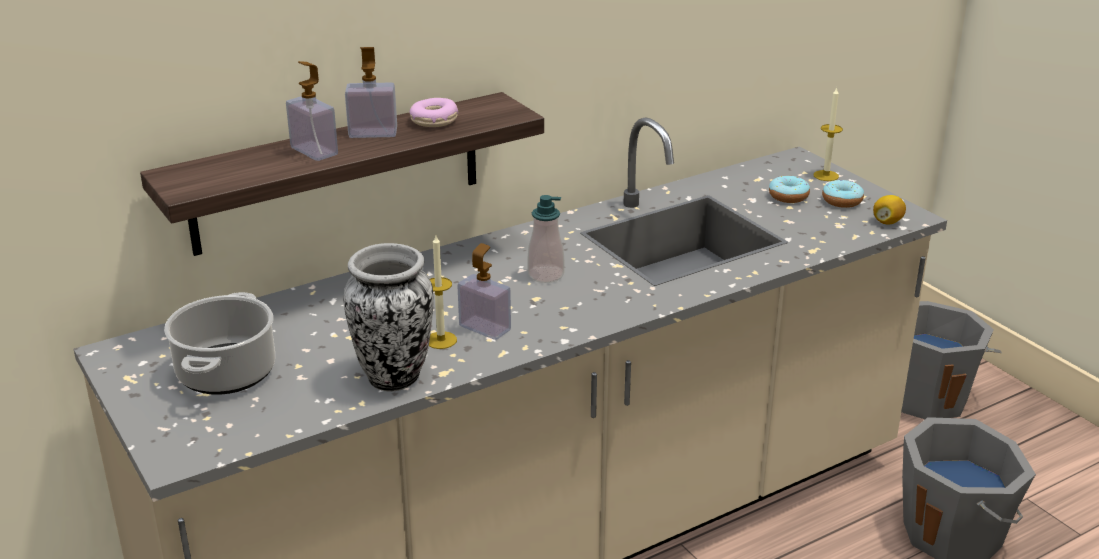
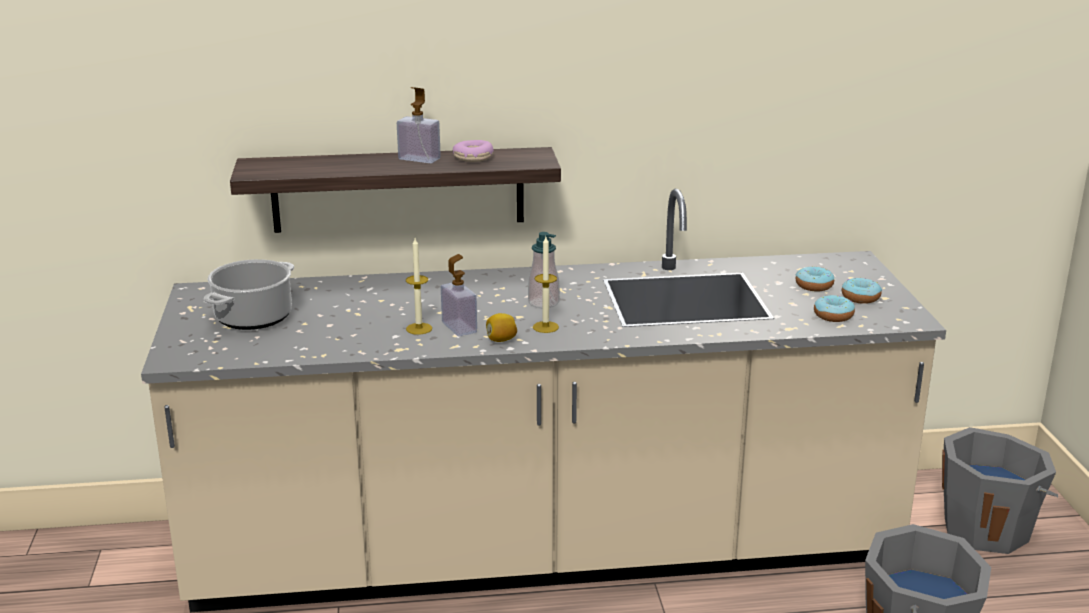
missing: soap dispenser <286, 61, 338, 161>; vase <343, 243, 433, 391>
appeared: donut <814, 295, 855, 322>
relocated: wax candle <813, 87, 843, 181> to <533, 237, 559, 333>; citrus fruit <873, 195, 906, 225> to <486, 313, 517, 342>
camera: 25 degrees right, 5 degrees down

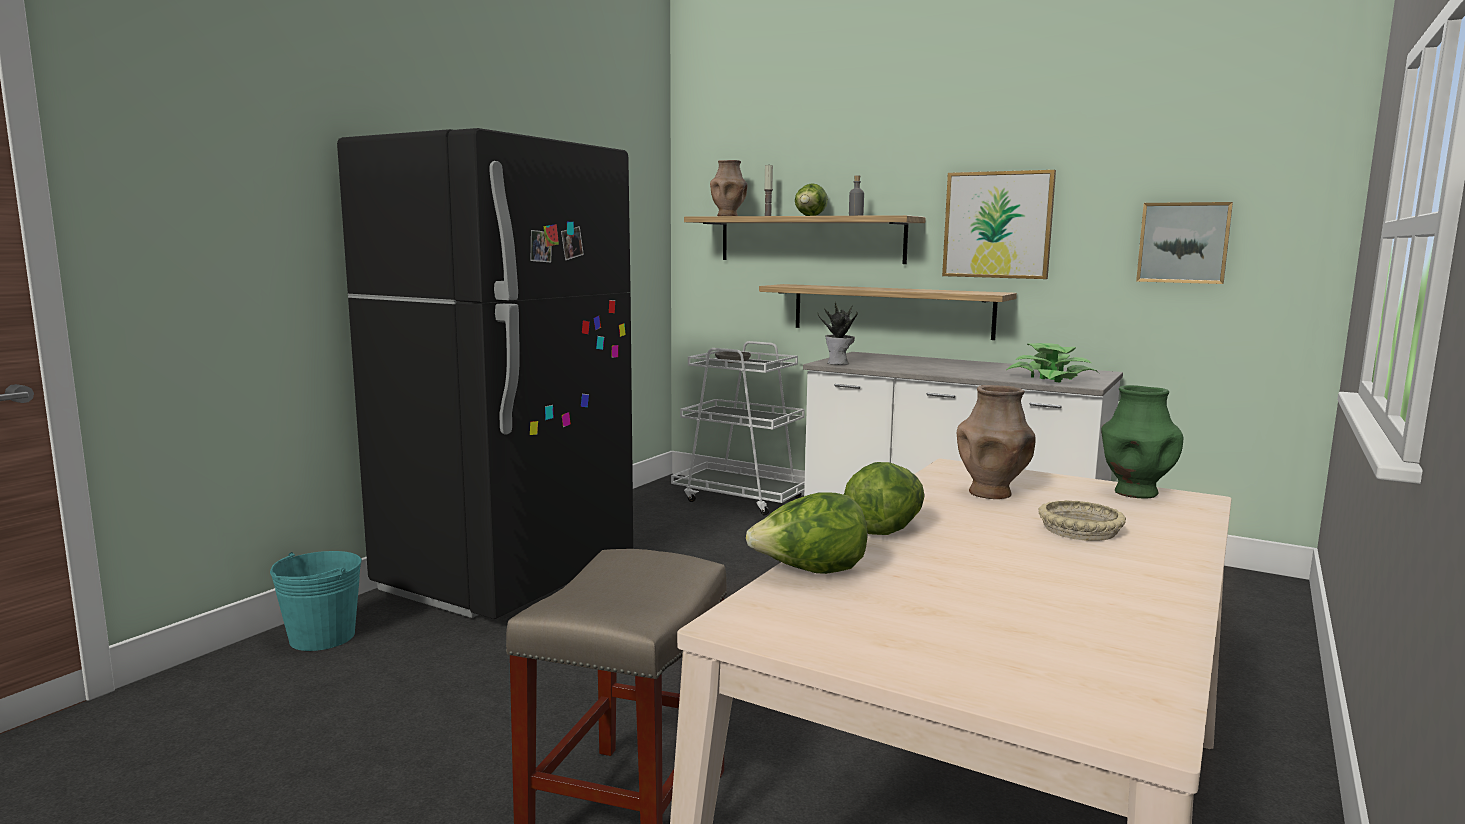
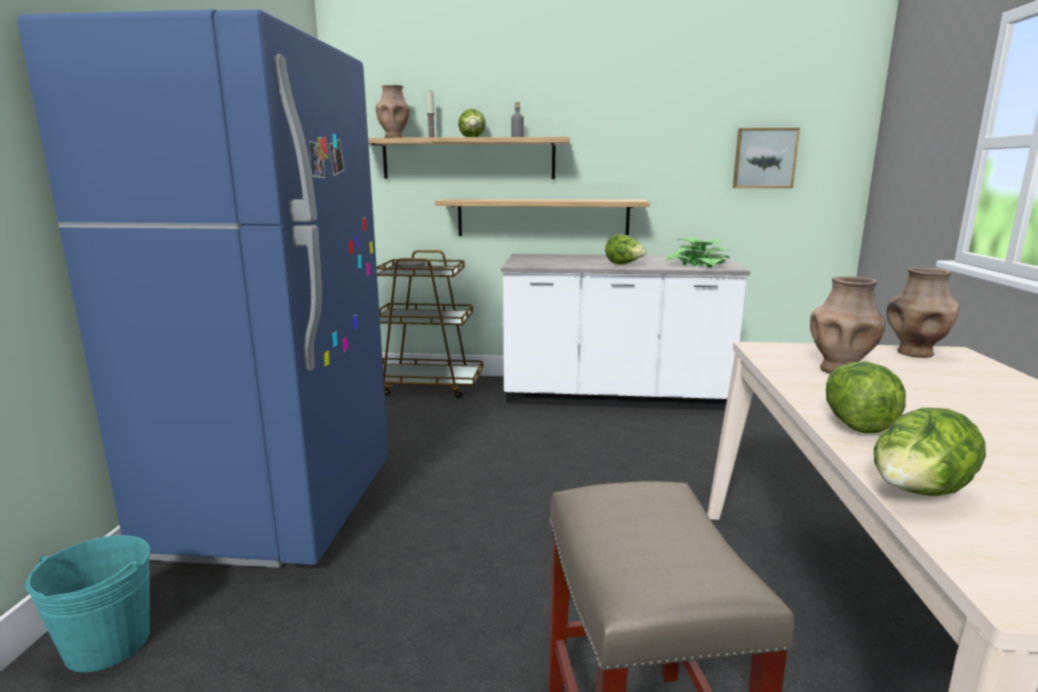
missing: houseplant <818, 302, 858, 365>; picture <942, 170, 1056, 279>; sand-coloured bowl <1038, 500, 1126, 541>
appeared: lettuce head <605, 234, 646, 264>
colour: blackish kitchen fridge <337, 128, 633, 619> to blue-coloured kitchen fridge <17, 9, 388, 568>; whitish wheeled cart <671, 341, 805, 516> to brown-coloured wheeled cart <377, 250, 483, 398>; green vase <1101, 385, 1183, 499> to brown-coloured vase <886, 268, 960, 358>
camera: 25 degrees left, 5 degrees up

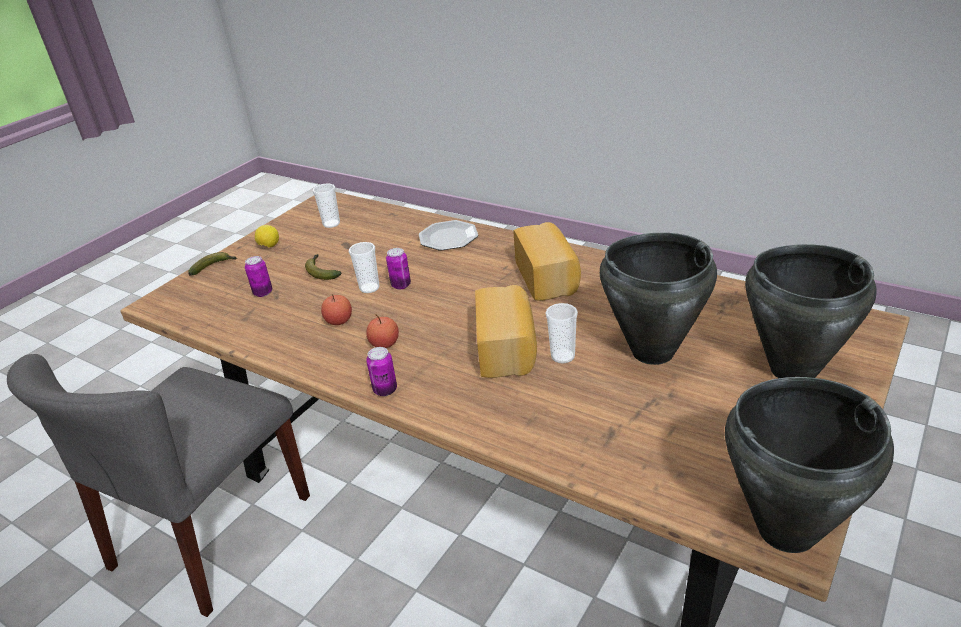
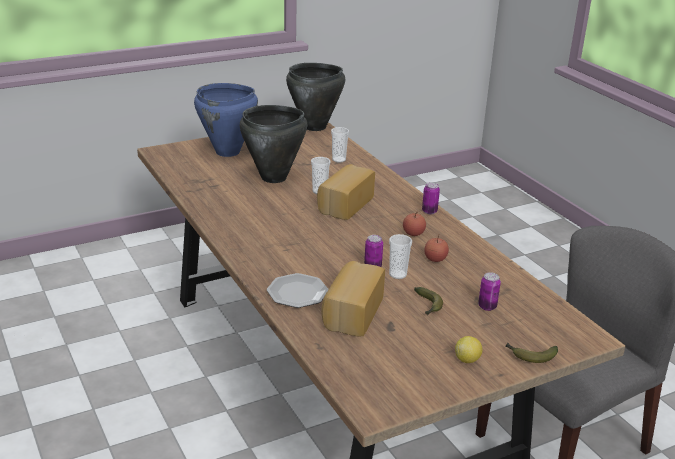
relocated: drinking cup <313, 184, 340, 228> to <331, 127, 349, 162>; bakery bread <513, 222, 581, 301> to <321, 261, 385, 336>
colour: blackish cooking pot <745, 244, 877, 378> to blue-coloured cooking pot <194, 83, 258, 157>
camera: 155 degrees left, 5 degrees down

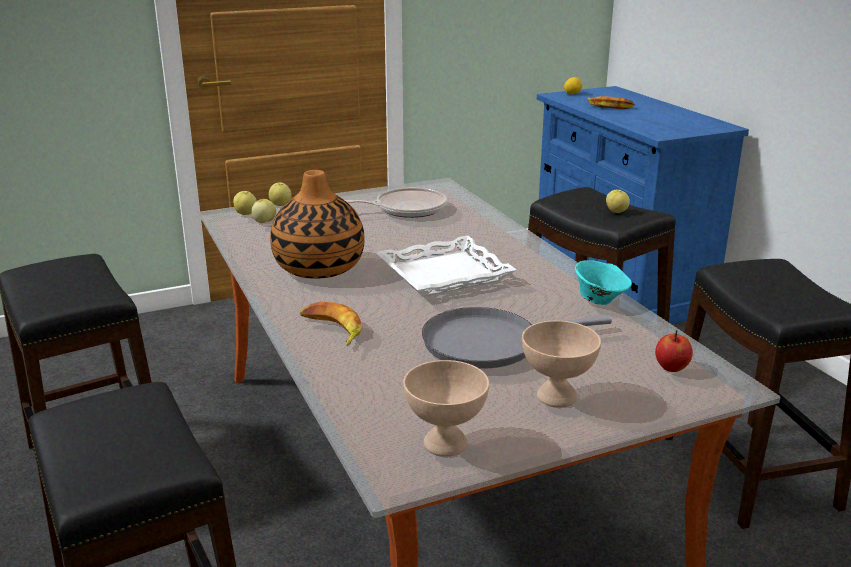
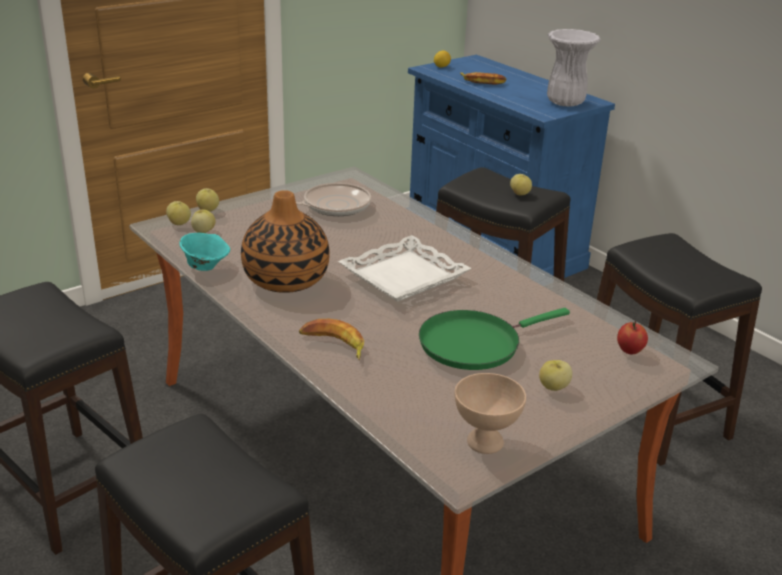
appeared: whitish vase <547, 29, 601, 107>
relocated: blue-green bowl <575, 260, 632, 305> to <179, 233, 230, 271>
exchanged: sand-coloured bowl <522, 320, 601, 407> to whole apple <539, 360, 572, 391>
colour: greyish skillet <422, 307, 612, 369> to green skillet <419, 308, 570, 370>
camera: 15 degrees left, 5 degrees up

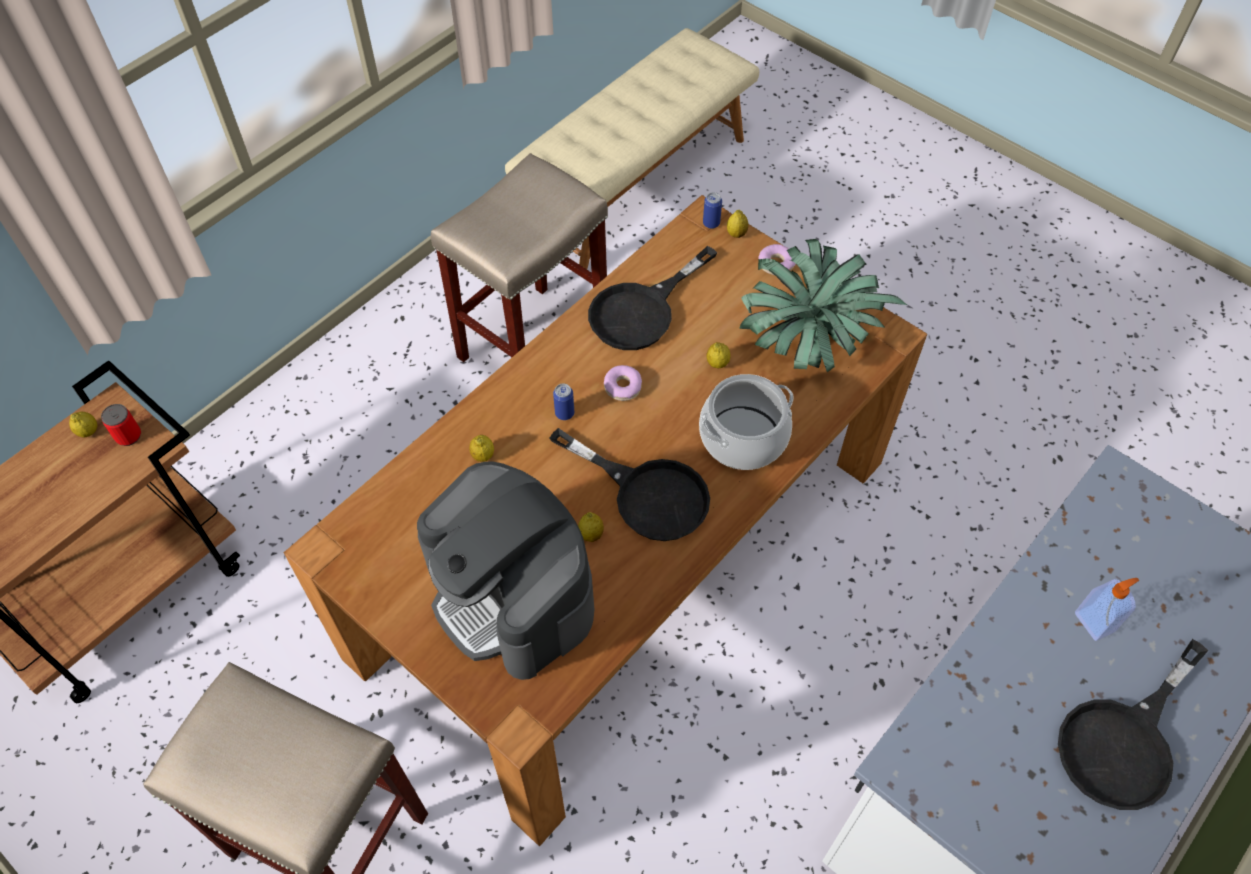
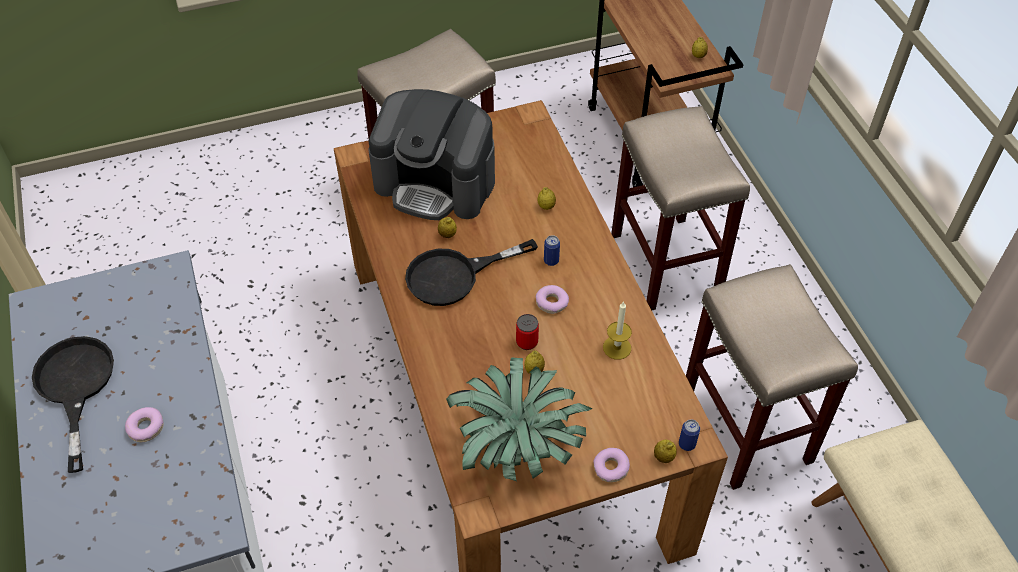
missing: cooking pot <699, 374, 794, 470>
appeared: sand-coloured stool <611, 106, 750, 310>
relocated: sealed can <101, 404, 141, 446> to <516, 314, 539, 350>
exchanged: blackish skillet <588, 246, 717, 350> to wax candle <603, 301, 632, 360>; soap dispenser <1075, 578, 1139, 641> to donut <125, 407, 164, 442>
spun: coffee maker <417, 461, 594, 680> = <368, 89, 495, 220> 150 degrees counterclockwise
camera: 120 degrees right, 5 degrees down

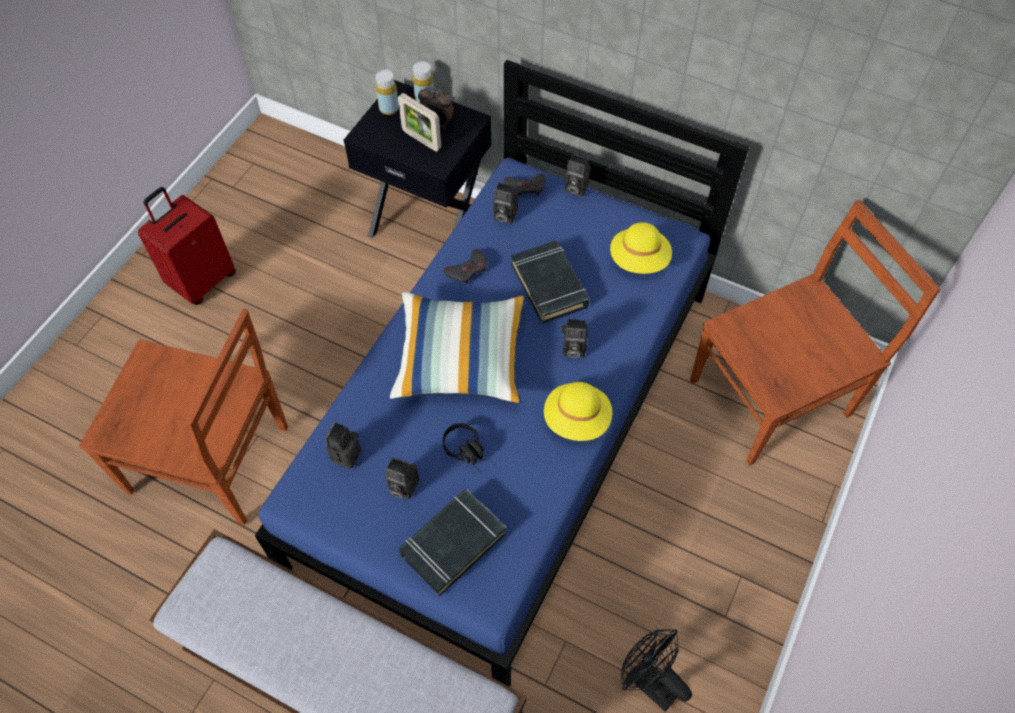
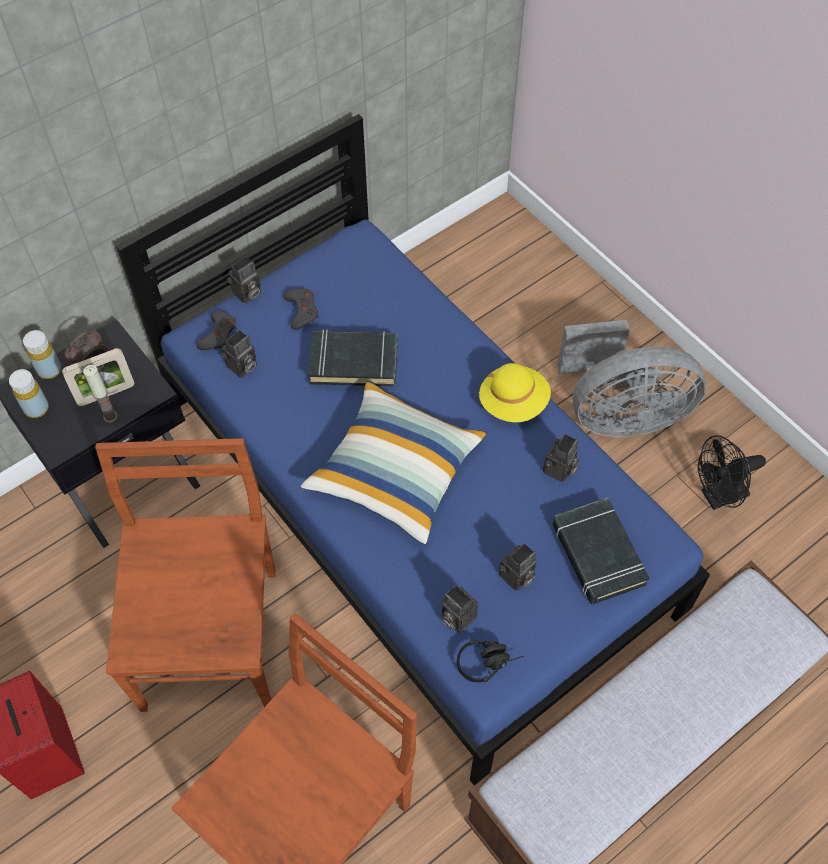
missing: yellow-coloured wearable hat <610, 222, 672, 274>
appeared: wax candle <83, 365, 118, 423>; greyish cooling fan <557, 320, 706, 437>
relocated: blackish headphones <443, 423, 484, 473> to <457, 640, 524, 682>; greyish game controller <444, 249, 487, 284> to <283, 289, 318, 330>; photo camera <561, 319, 588, 358> to <543, 434, 579, 482>; brown-coloured upright chair <690, 200, 940, 466> to <95, 438, 275, 712>
camera: 65 degrees left, 0 degrees up

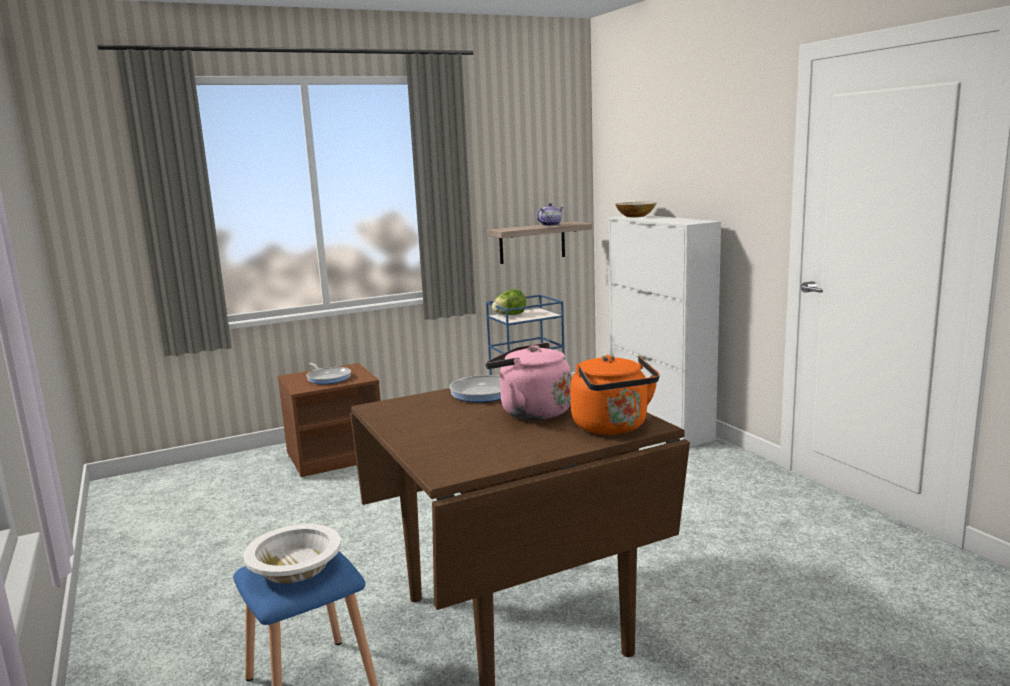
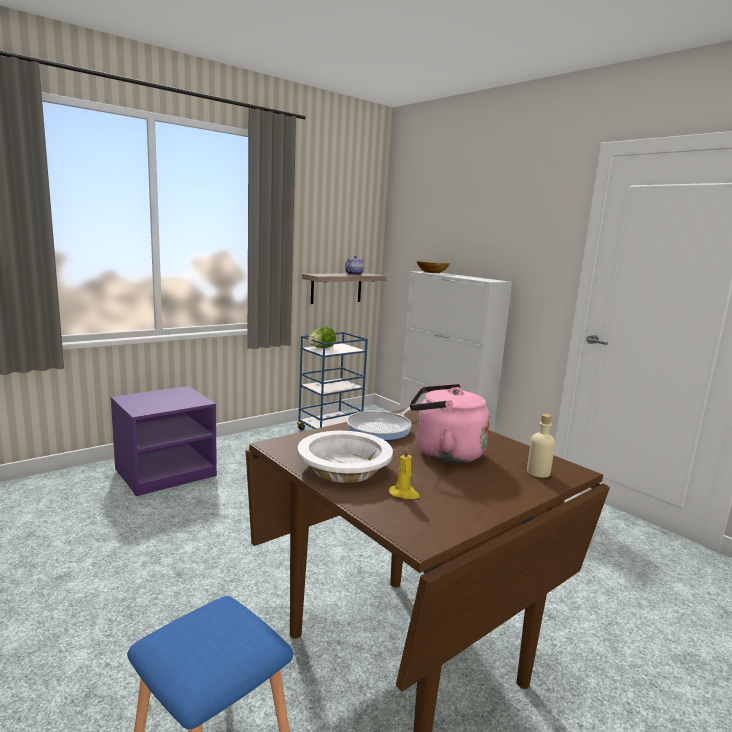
missing: skillet <306, 363, 351, 384>
appeared: yellow-coloured wax candle <389, 447, 420, 499>
relocated: whitish bowl <243, 524, 341, 583> to <298, 431, 393, 483>
exchanged: orangey tea kettle <570, 355, 659, 435> to sand-coloured drink bottle <527, 414, 555, 478>
colour: brown-coloured nightstand <278, 363, 381, 477> to purple nightstand <111, 386, 217, 496>
camera: 15 degrees left, 0 degrees up

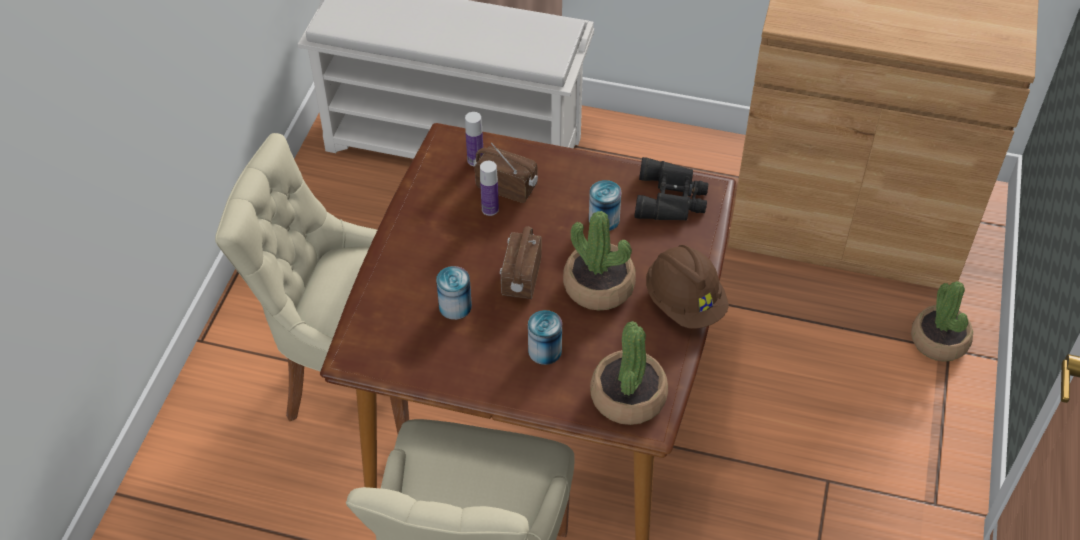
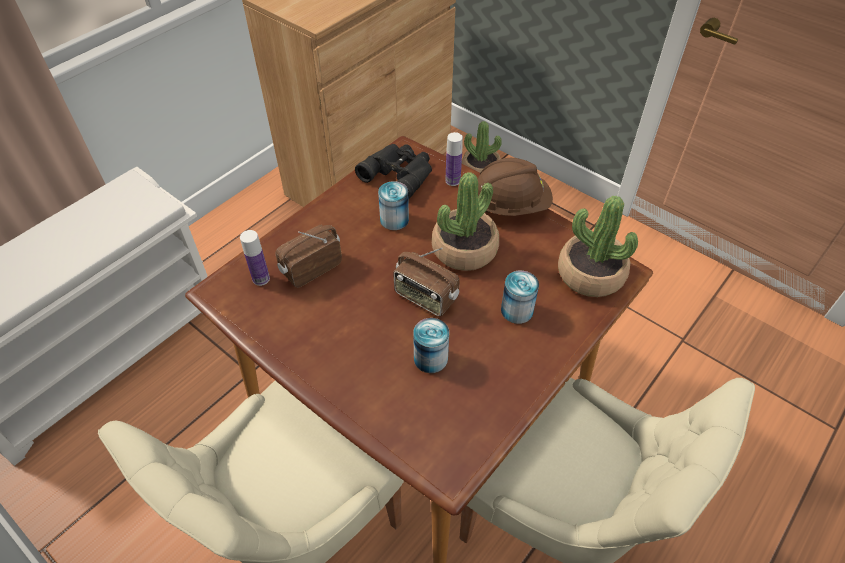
relocated: drink bottle <480, 161, 499, 216> to <445, 132, 463, 186>
camera: 65 degrees left, 0 degrees up

